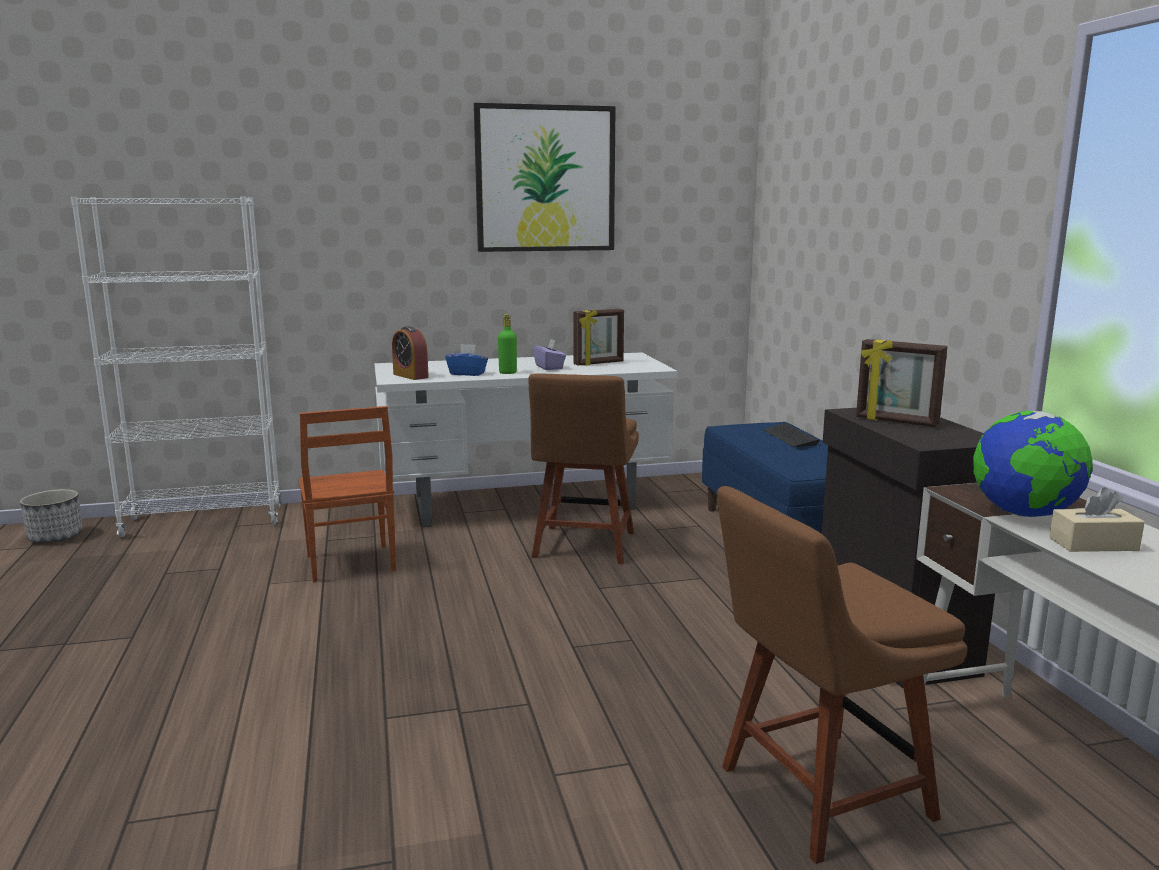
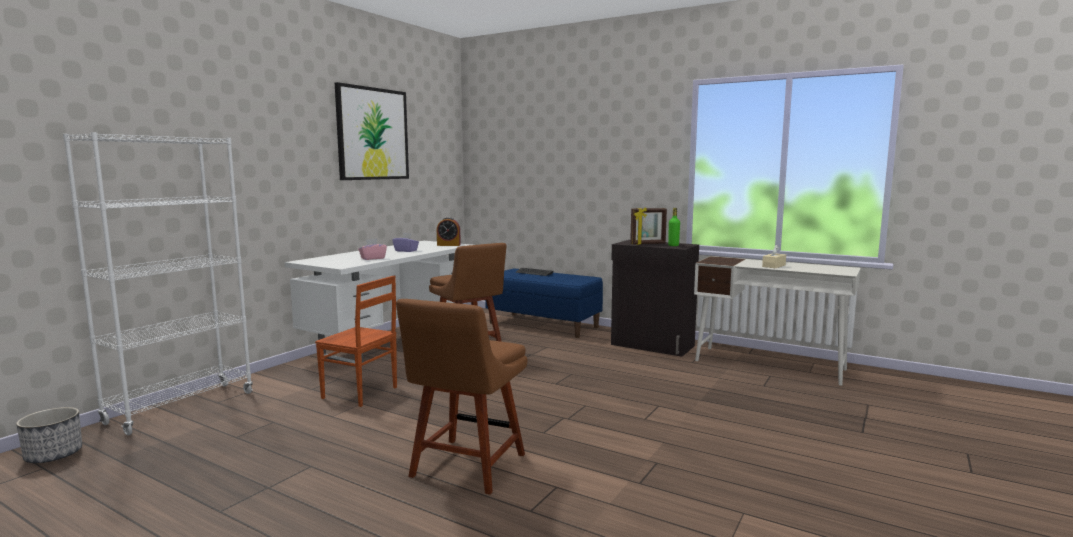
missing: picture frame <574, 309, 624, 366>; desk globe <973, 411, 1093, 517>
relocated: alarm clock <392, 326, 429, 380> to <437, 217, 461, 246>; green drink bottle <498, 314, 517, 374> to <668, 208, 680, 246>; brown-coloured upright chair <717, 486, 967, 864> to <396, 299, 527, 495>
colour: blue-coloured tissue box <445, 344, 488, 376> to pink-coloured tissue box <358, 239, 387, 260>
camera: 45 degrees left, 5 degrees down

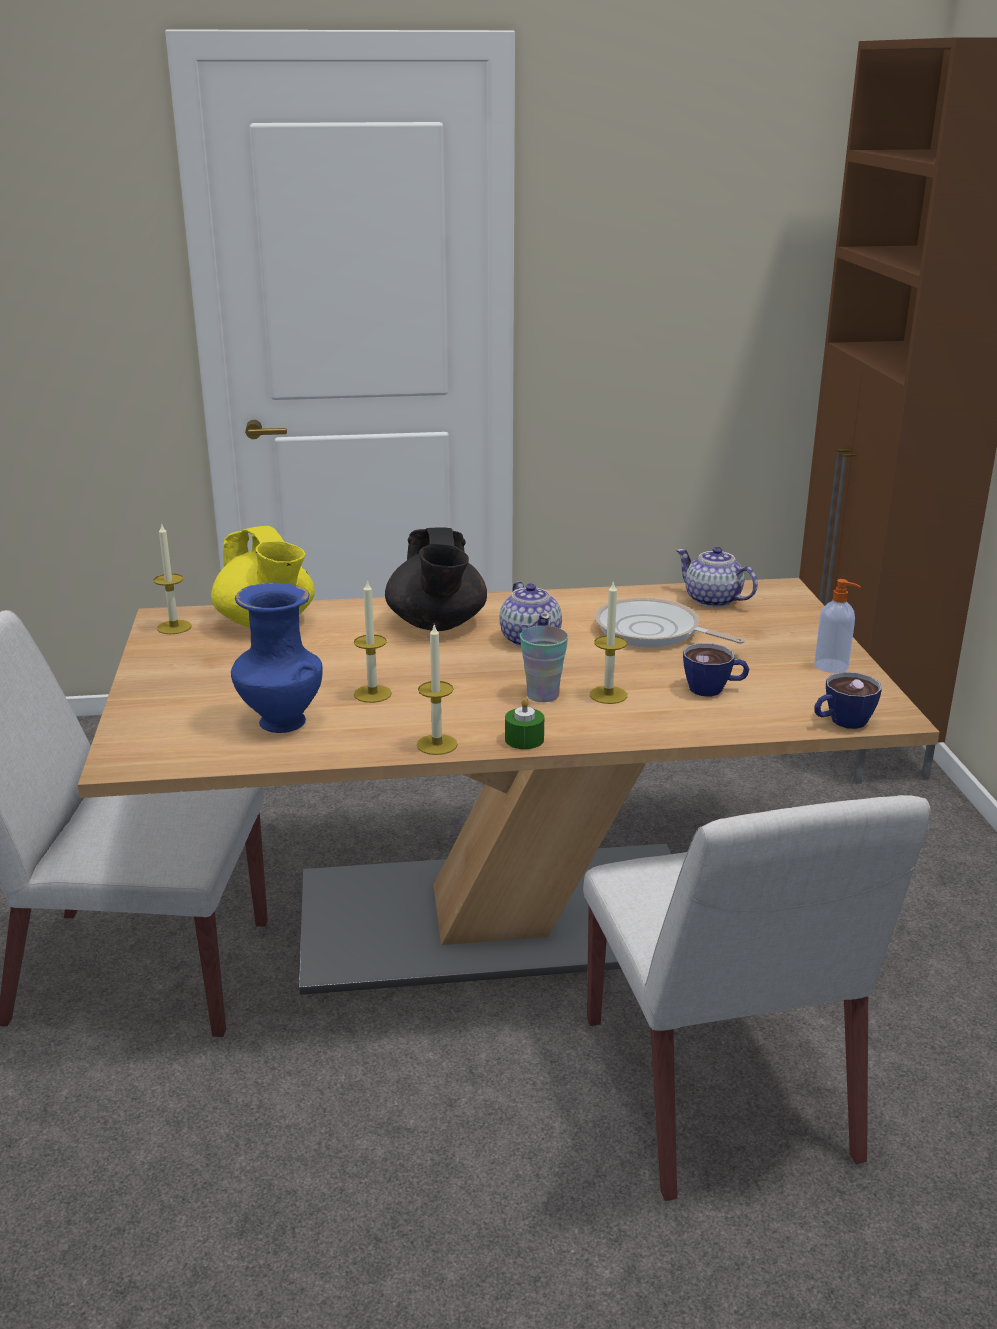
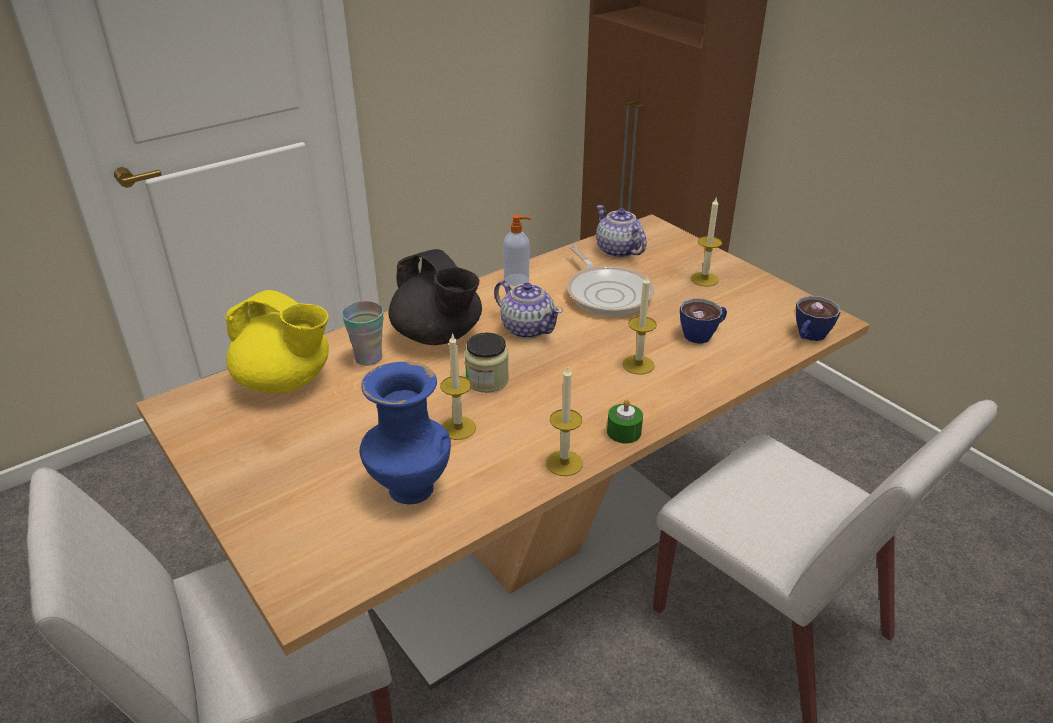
appeared: storage jar <465, 332, 509, 393>
relocated: wax candle <154, 523, 191, 634> to <691, 198, 722, 286>; drinking cup <520, 626, 568, 702> to <342, 301, 383, 366>; soap dispenser <815, 579, 861, 673> to <503, 215, 532, 286>
spun: skillet <595, 597, 745, 647> = <567, 245, 655, 316> 120 degrees counterclockwise; teapot <676, 547, 758, 608> = <596, 205, 647, 258> 45 degrees clockwise
camera: 30 degrees left, 10 degrees up

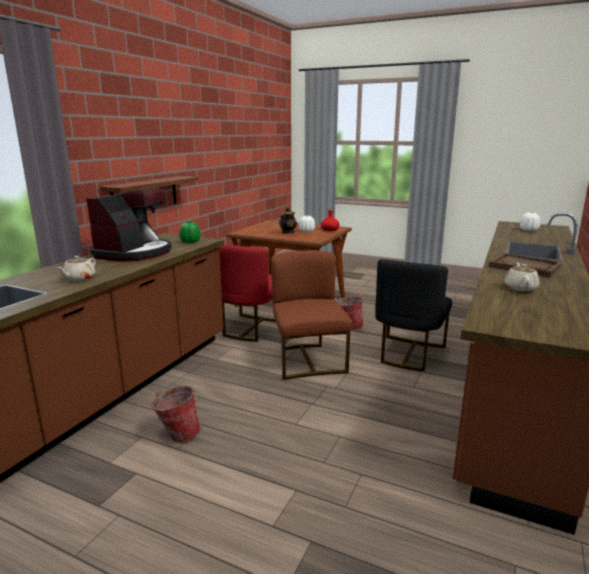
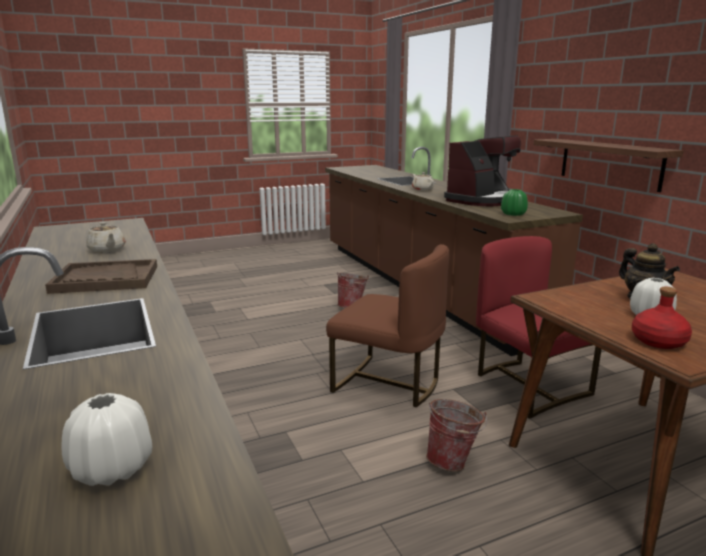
missing: blackish upright chair <375, 259, 452, 372>
spun: coffee maker <86, 187, 171, 261> = <444, 135, 521, 206> 105 degrees counterclockwise
camera: 130 degrees right, 0 degrees up

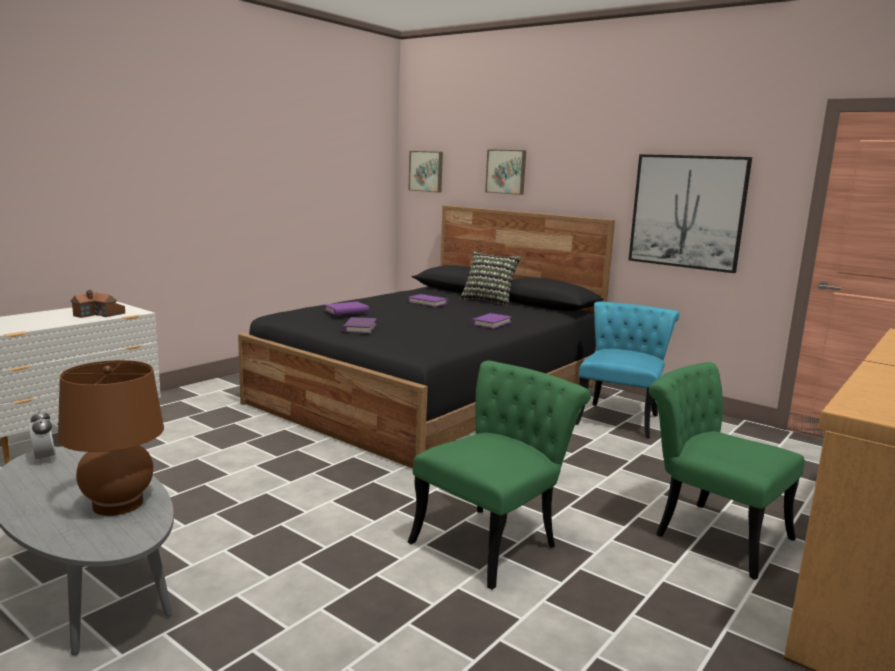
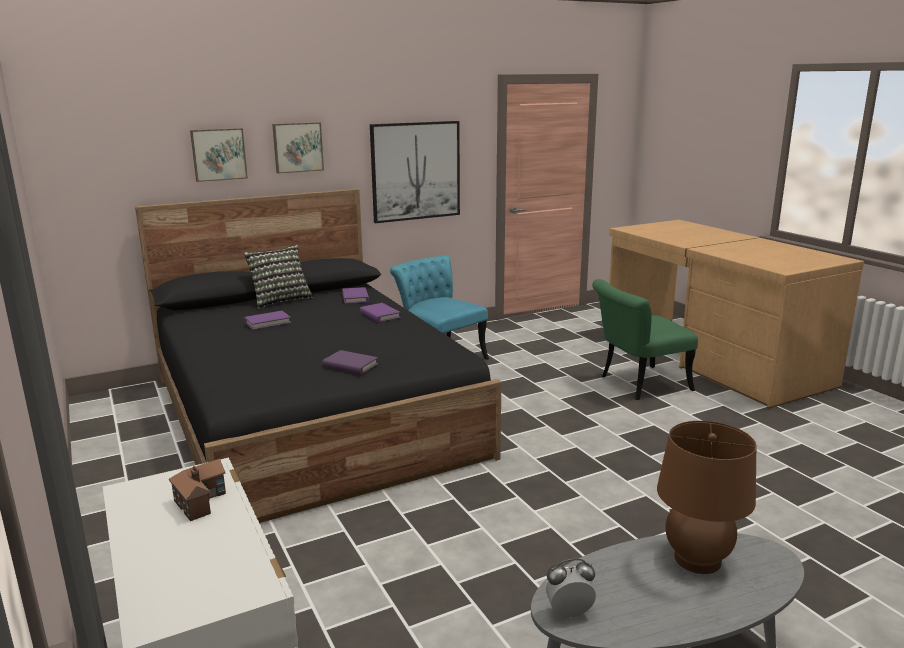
missing: green upright chair <408, 361, 591, 590>
relocated: purple volume <324, 302, 369, 315> to <342, 287, 369, 304>; picture <408, 151, 443, 193> to <272, 122, 324, 173>
camera: 65 degrees left, 5 degrees up

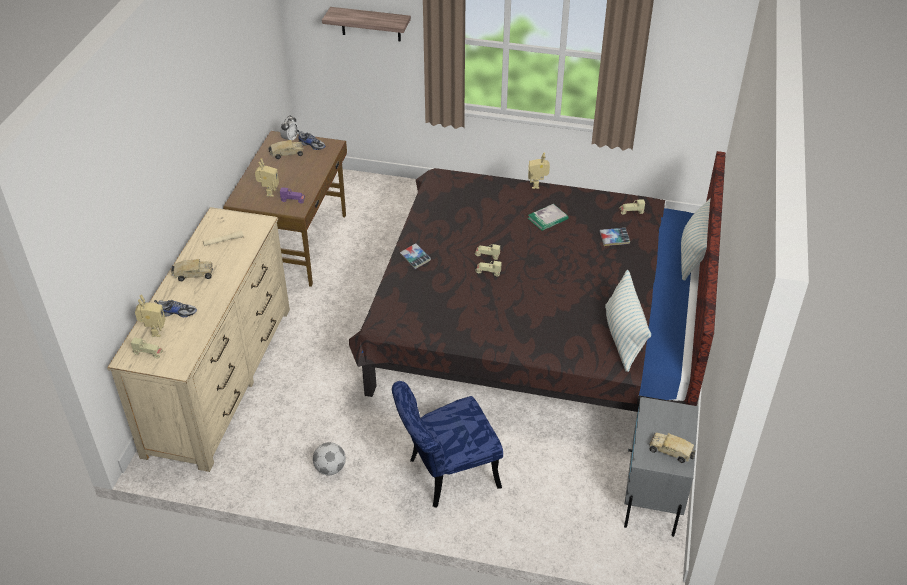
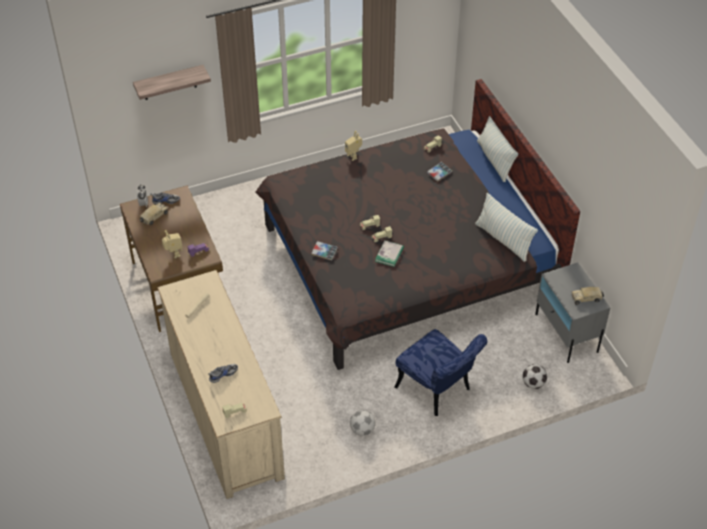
missing: toy robot <135, 295, 166, 337>; toy lorry <171, 259, 213, 282>
appeared: ball for football <522, 364, 547, 389>
relocated: volume <528, 204, 569, 231> to <375, 240, 404, 267>
spun: blue-coloured upright chair <392, 381, 503, 508> = <394, 329, 487, 416> 75 degrees counterclockwise
camera: 35 degrees left, 5 degrees up

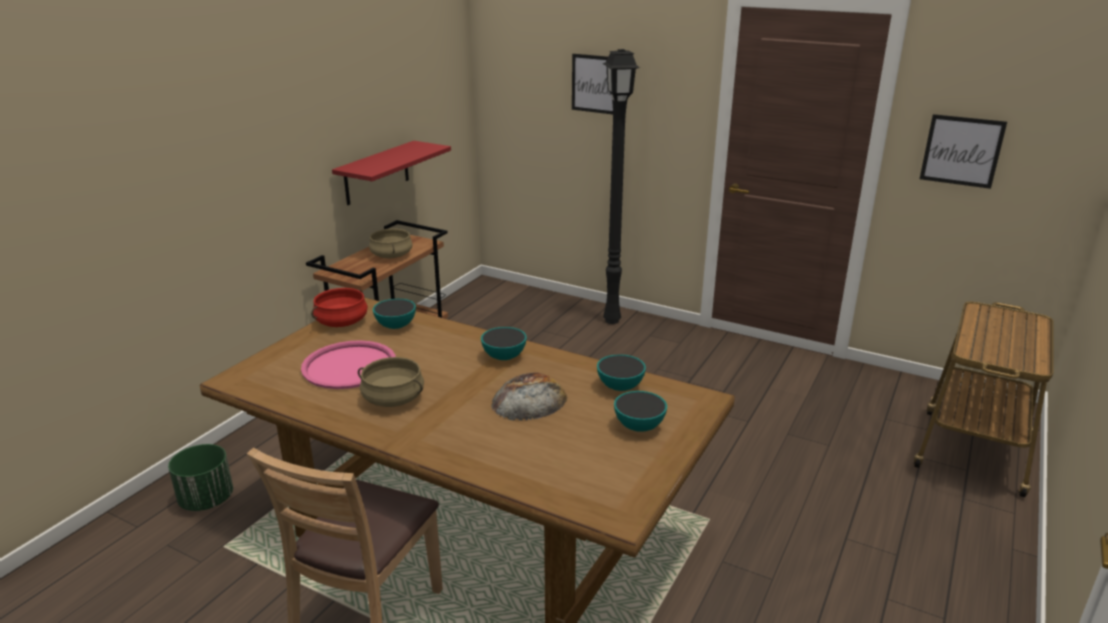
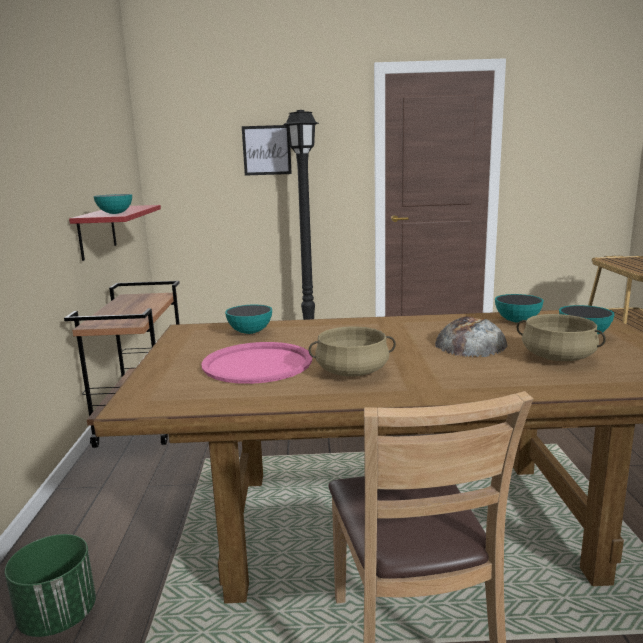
missing: red-coloured cooking pot <311, 288, 368, 327>; picture <920, 114, 1007, 189>
relocated: sand-coloured cooking pot <369, 228, 412, 258> to <516, 314, 606, 361>; bowl <481, 327, 527, 360> to <93, 194, 132, 214>
camera: 30 degrees left, 10 degrees down

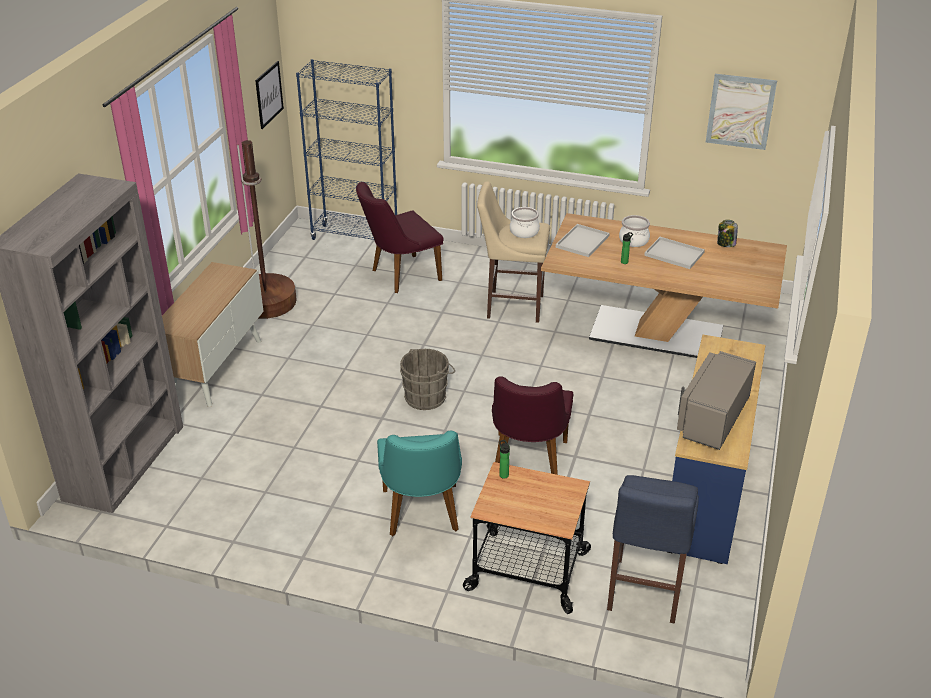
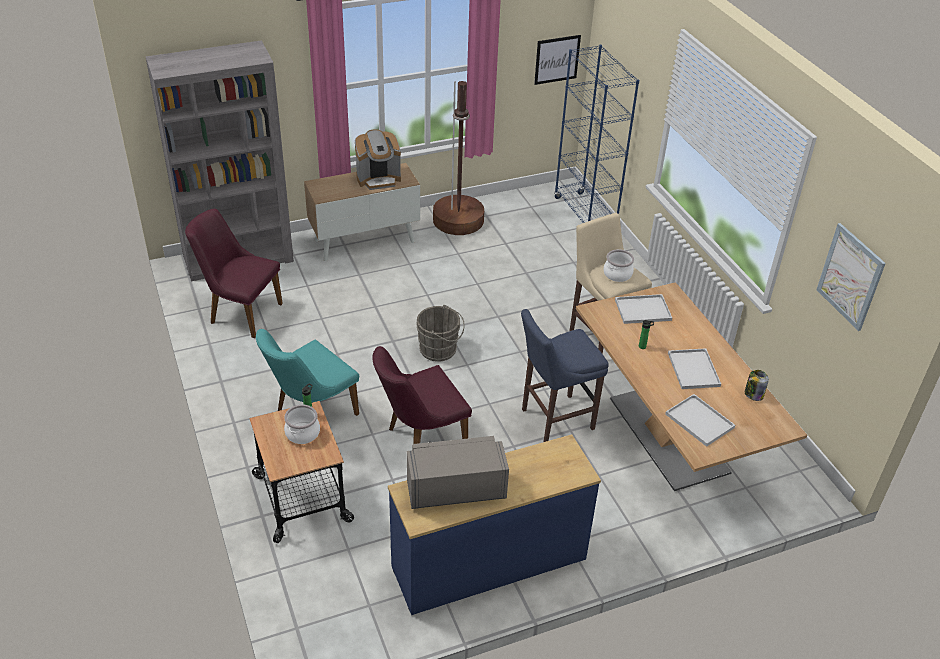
appeared: coffee maker <355, 129, 401, 190>; whitish tray <665, 394, 735, 447>
relocated: purple upright chair <356, 182, 444, 293> to <185, 209, 283, 338>; blue-coloured stool <607, 475, 699, 624> to <521, 309, 609, 442>; cooking pot <619, 215, 650, 247> to <284, 405, 320, 444>
camera: 50 degrees right, 5 degrees up

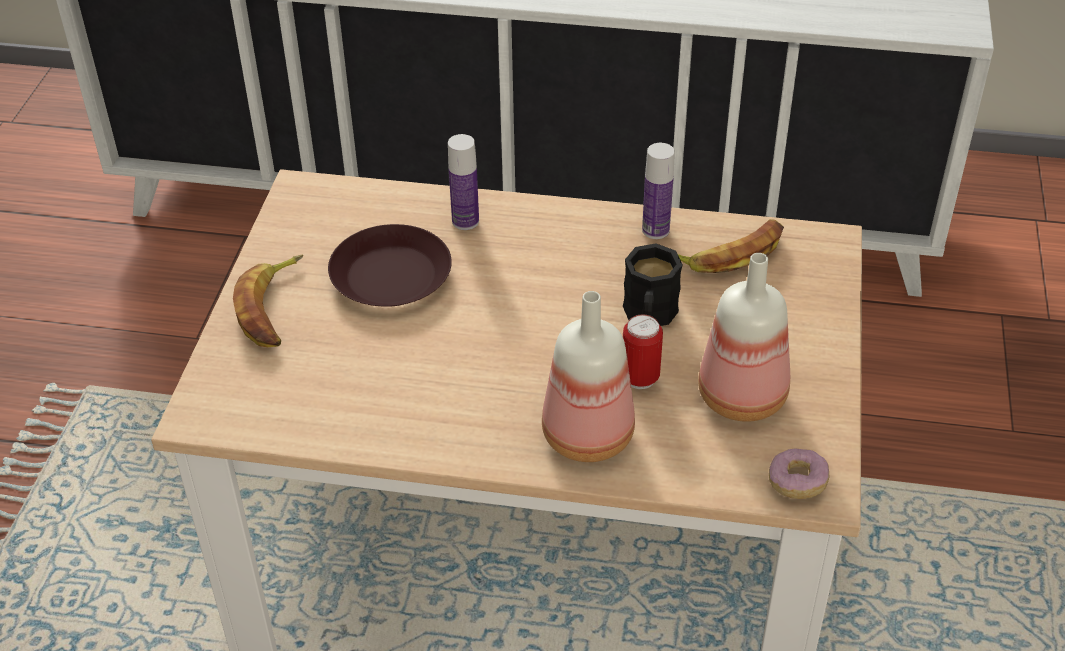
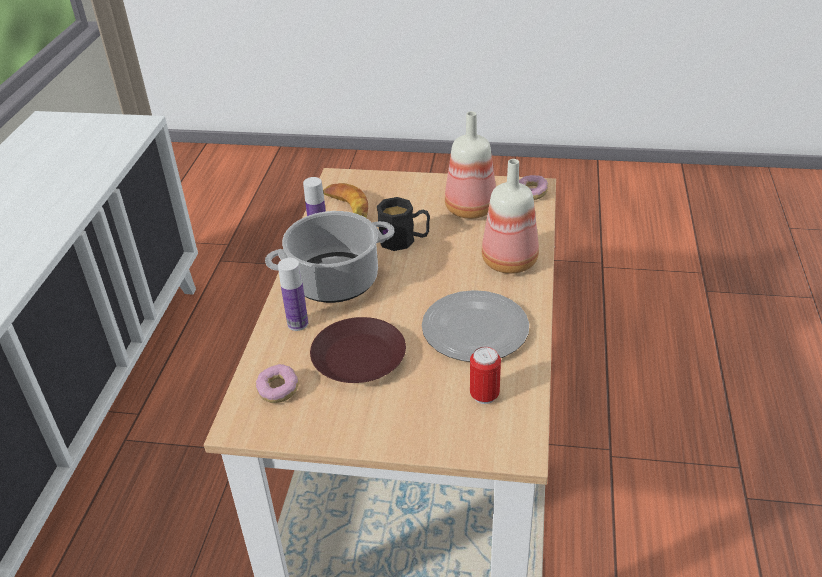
missing: whole banana <233, 255, 304, 347>
appeared: donut <255, 364, 299, 403>; cooking pot <265, 211, 395, 303>; dinner plate <422, 290, 529, 362>
relocated: sealed can <623, 314, 663, 389> to <470, 347, 501, 404>
camera: 90 degrees left, 5 degrees down

